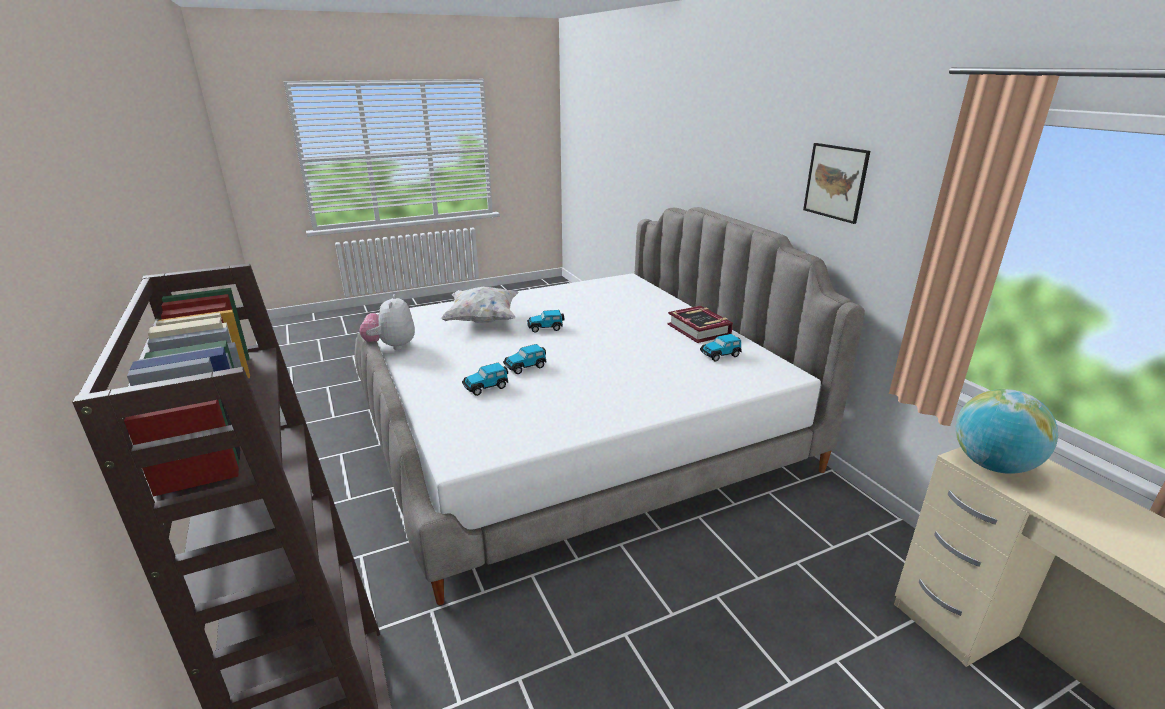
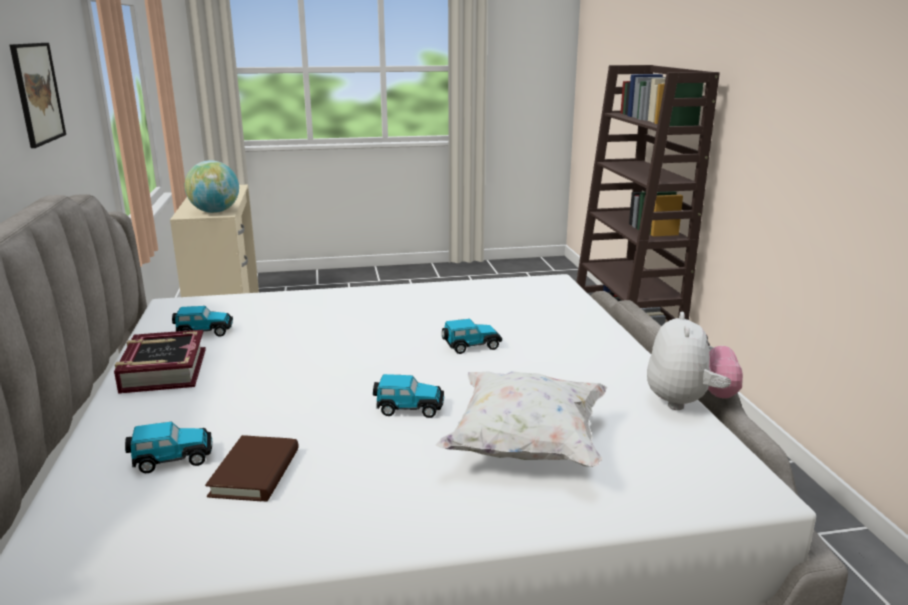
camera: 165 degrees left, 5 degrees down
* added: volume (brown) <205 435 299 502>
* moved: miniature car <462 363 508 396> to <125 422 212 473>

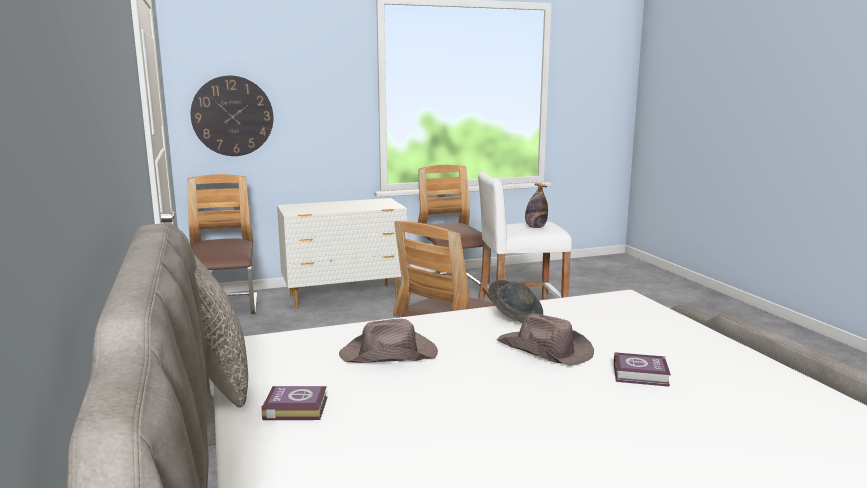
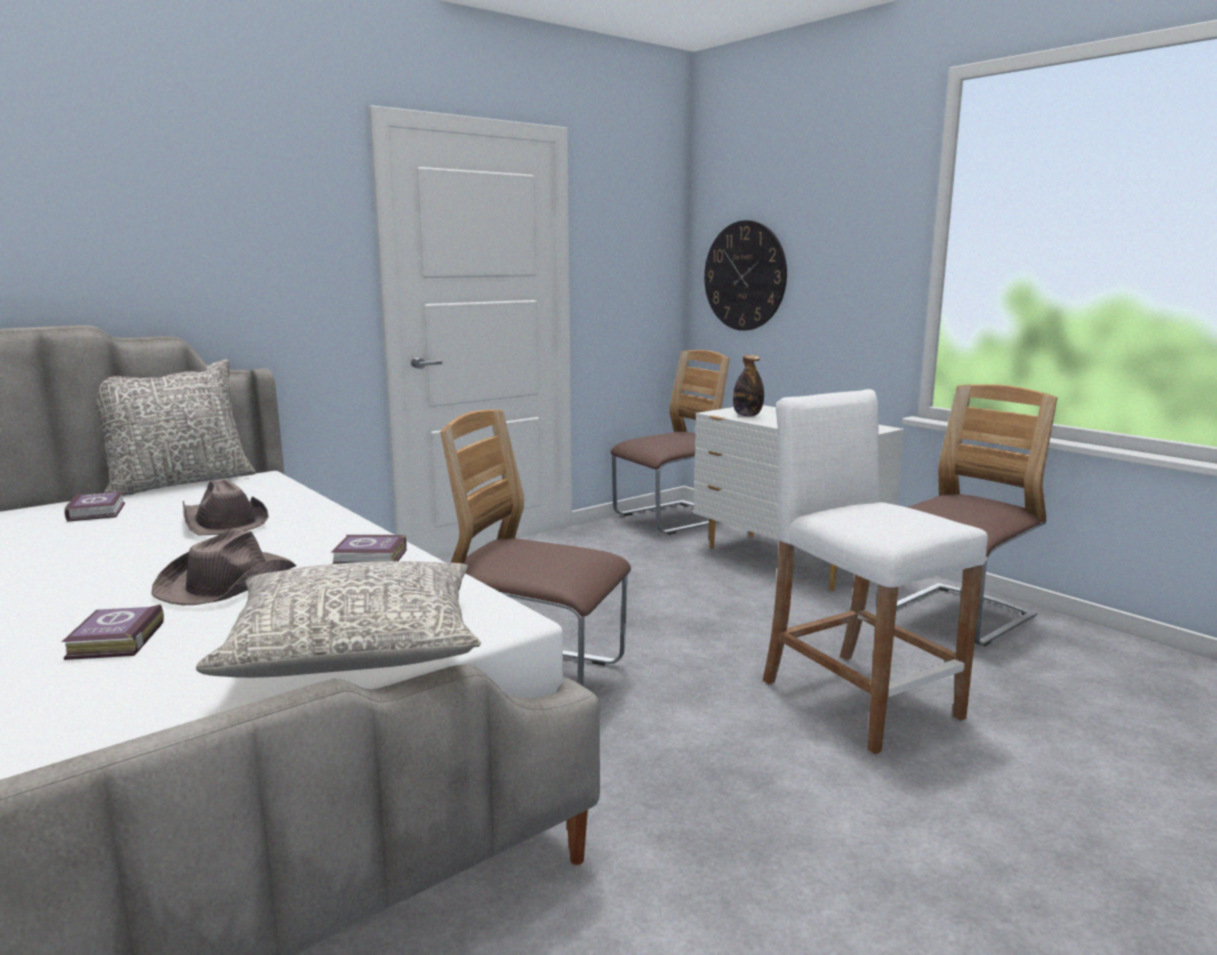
camera: 70 degrees right, 0 degrees up
* added: pillow (gray) <195 561 481 678>
* moved: bottle <525 183 548 228> to <733 355 764 417>
* replaced: hat (gray) <488 280 543 323> to volume <330 535 407 564>

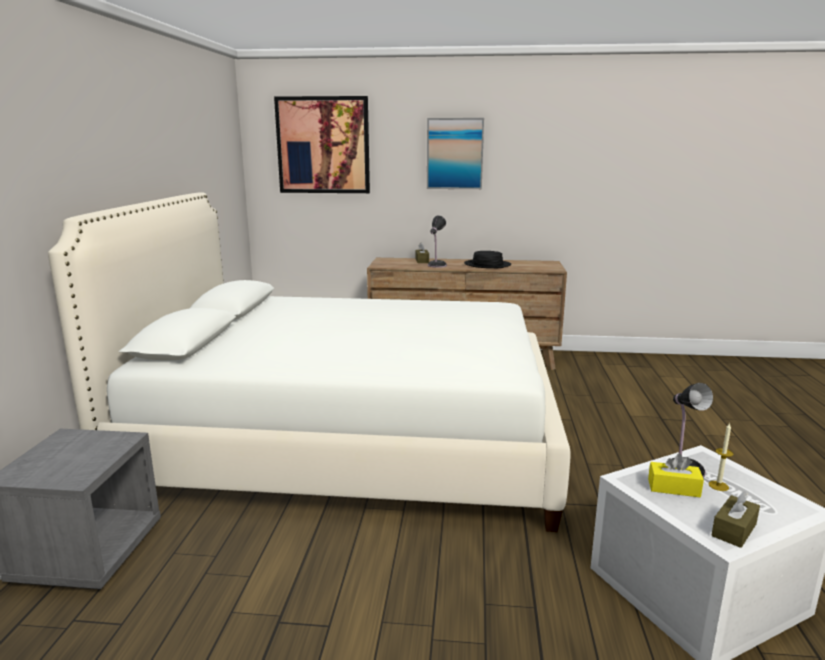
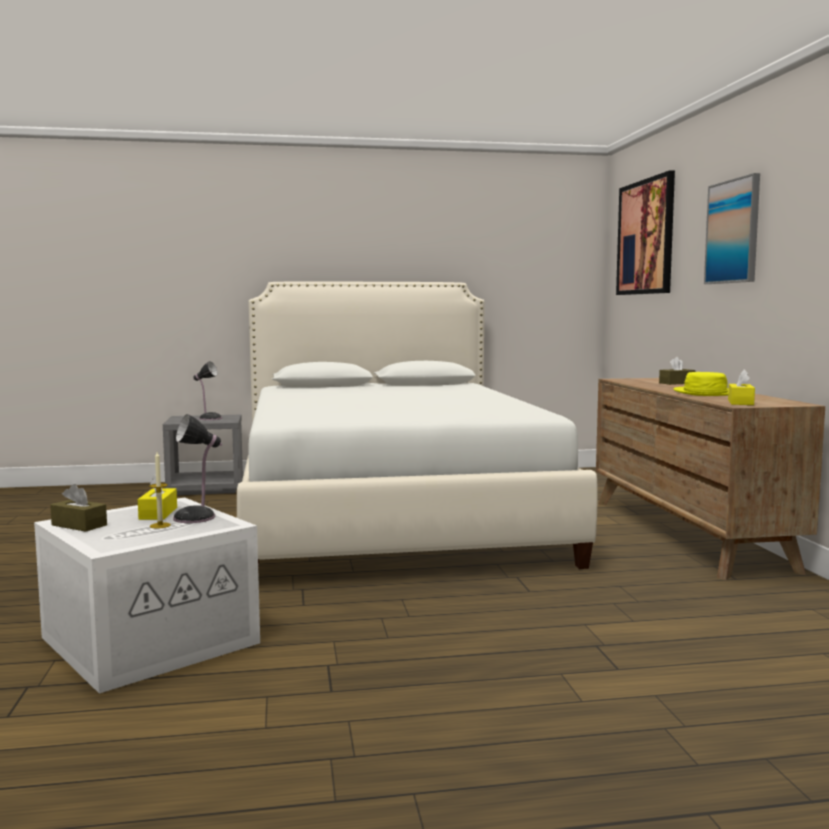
camera: 75 degrees right, 10 degrees down
* added: tissue holder (yellowish) <728 369 755 405>
* moved: lamp for a table <428 215 447 268> to <193 361 222 420>
* recoloured: hat (black) <464 251 511 268> to hat (yellowish) <673 372 729 396>

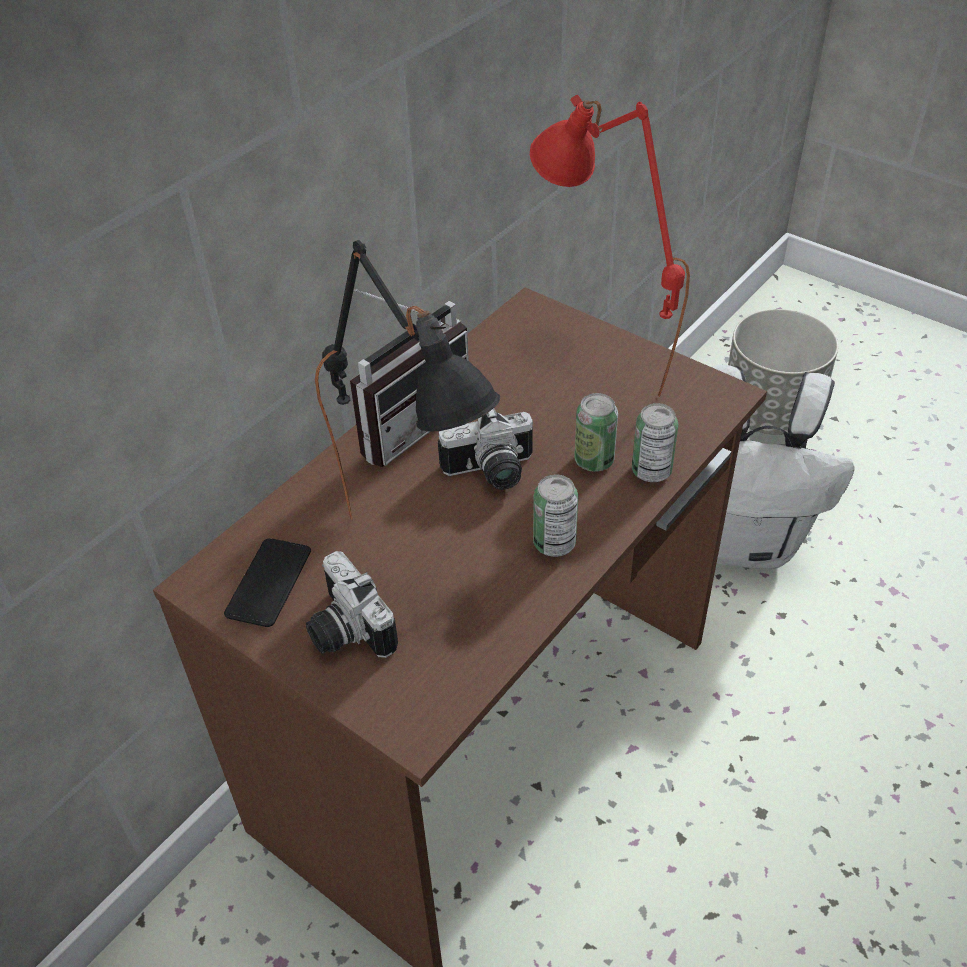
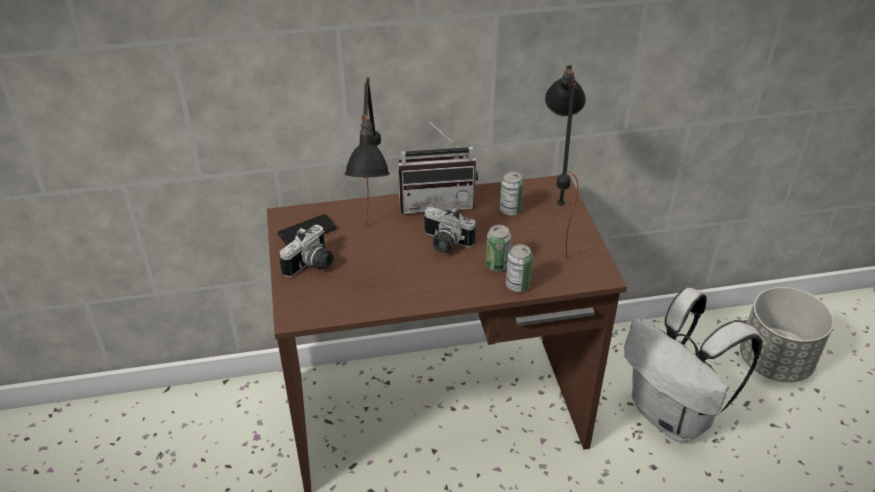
camera: 40 degrees right, 5 degrees down
* moved: can <533 475 578 557> to <499 171 524 216>
* recoloured: lamp for a table (red-coloured) <530 95 690 397> to lamp for a table (black) <545 65 586 258>
* turned: still camera <306 551 398 658> = <280 225 334 277> 150 degrees counterclockwise

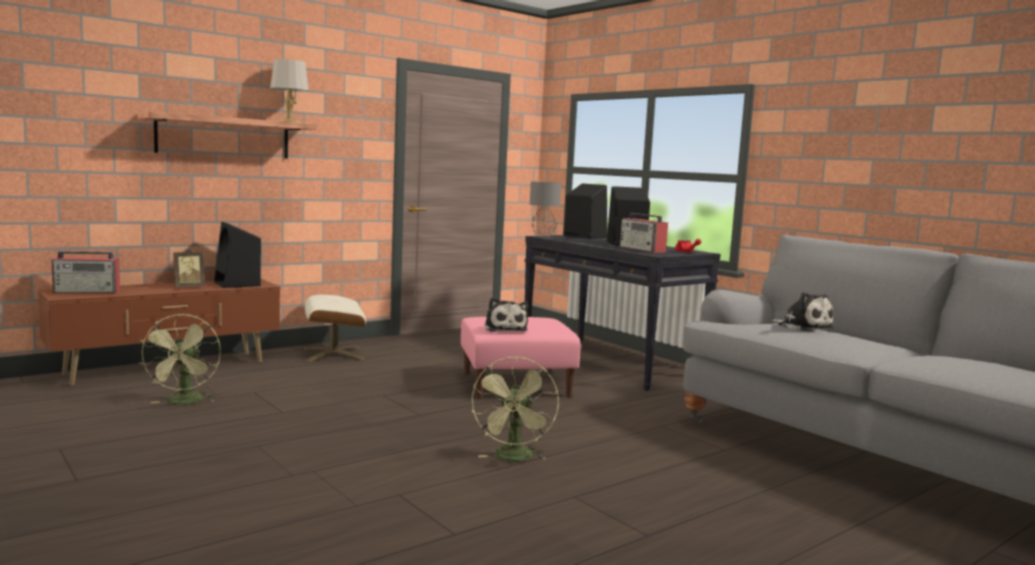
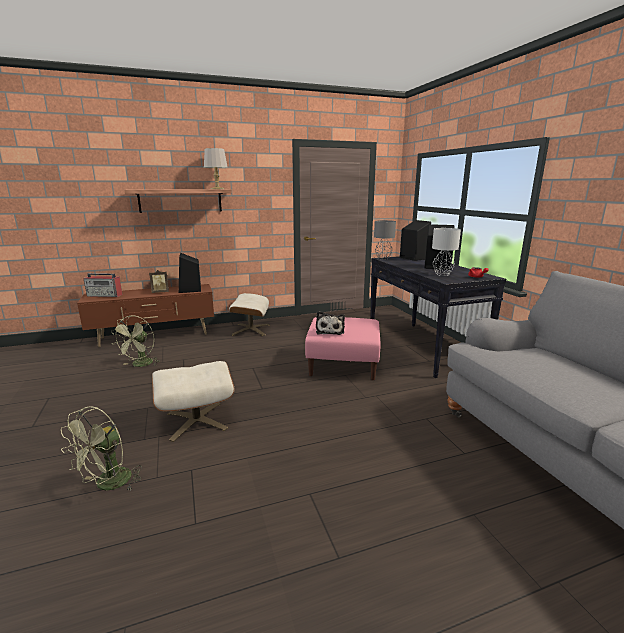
camera: 20 degrees right, 10 degrees up
* removed: plush toy <771 292 834 332>
* added: ottoman (beige-coloured) <152 361 235 442>
* moved: electric fan (greenish) <471 356 559 461> to <61 406 142 491>
* replaced: radio <620 213 668 253> to lamp for a table (gray) <432 228 461 276>

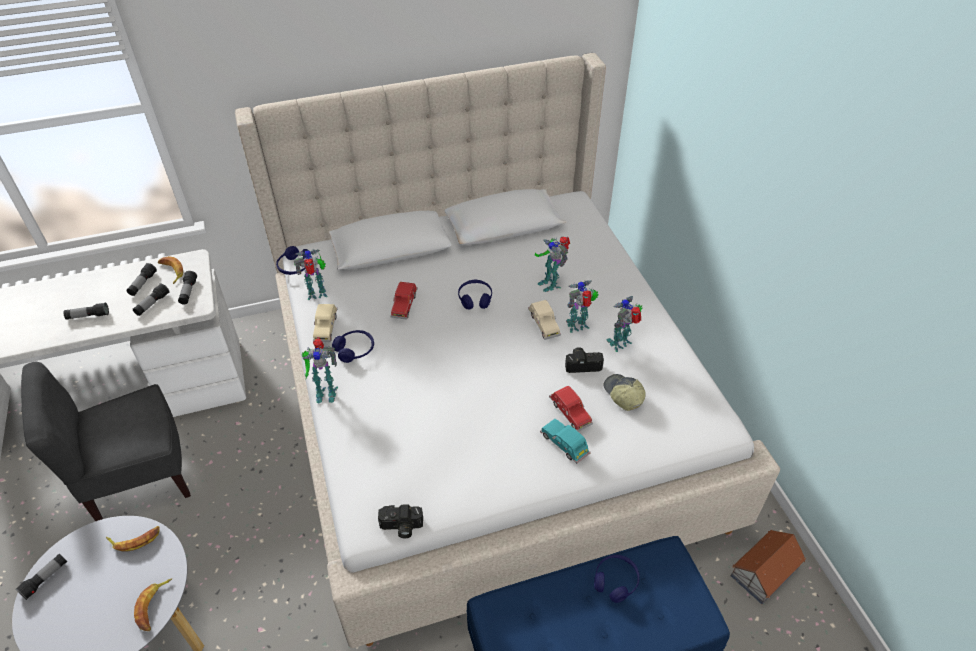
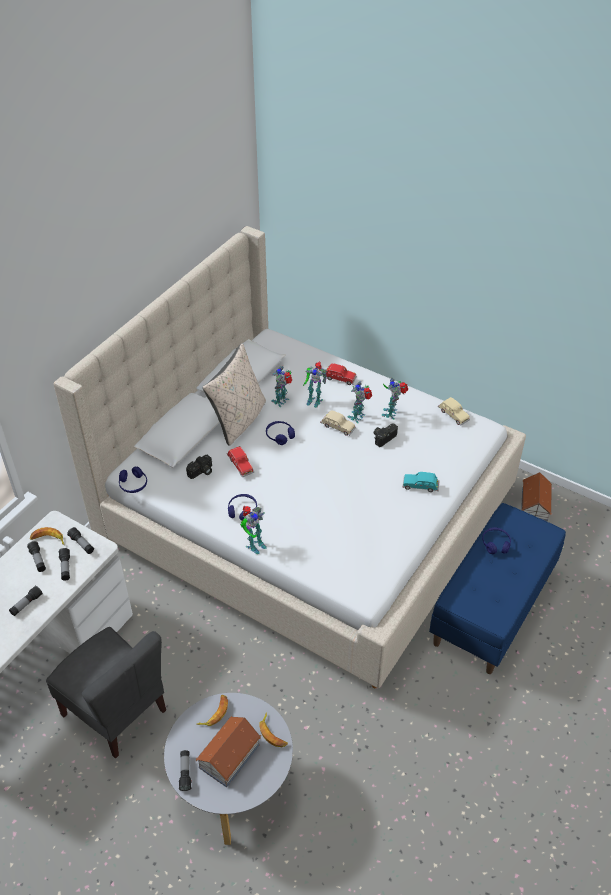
camera: 40 degrees left, 0 degrees up
* removed: cap <604 374 645 411>
* added: model house <196 716 261 787>
* added: pillow (beige-coloured) <203 344 266 446>
* moved: model robot <294 249 328 300> to <271 366 292 407>
* moved: miniature car (beige-coloured) <313 304 337 342> to <438 397 470 426>
* moved: still camera <378 504 423 538> to <186 454 212 479>
* moved: miniature car (red-coloured) <549 386 593 432> to <326 363 357 385>
* turned: upright chair (gray) <21 362 191 521> = <46 627 166 759> 75 degrees counterclockwise

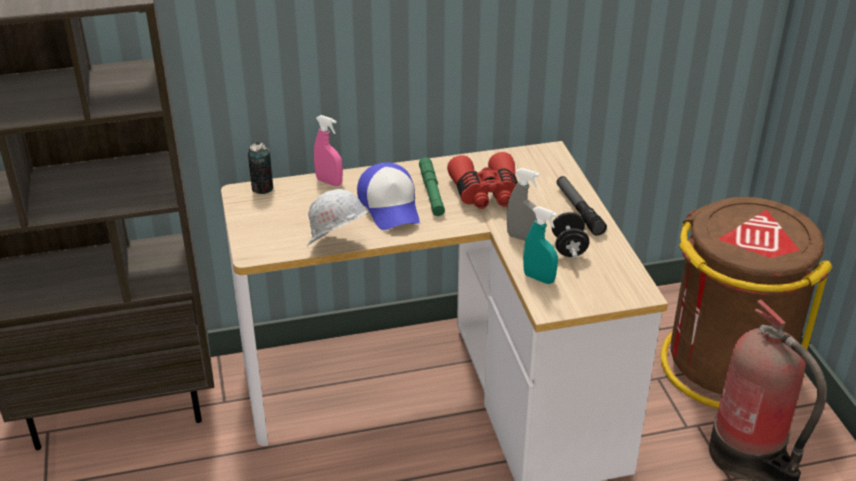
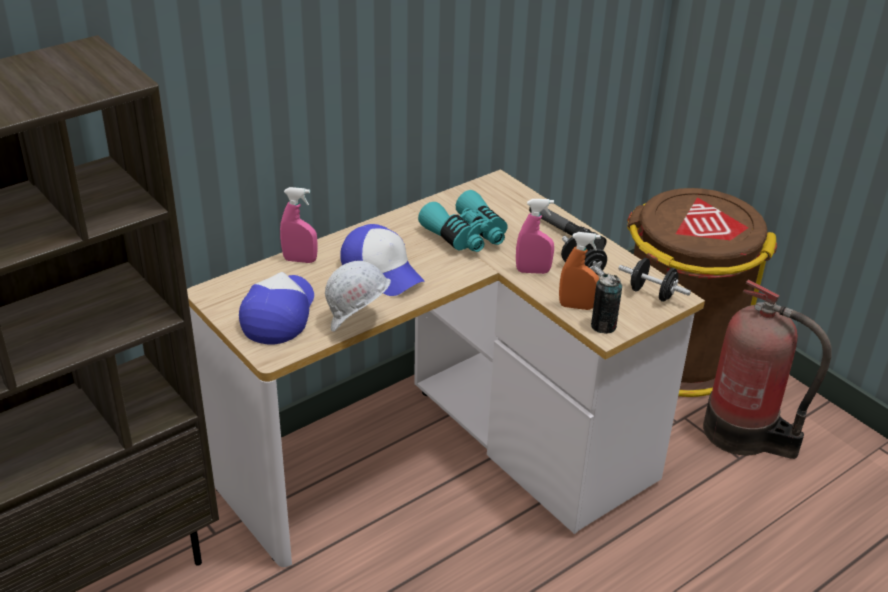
camera: 25 degrees left, 0 degrees up
* removed: hand torch (greenish) <419 158 445 216>
* added: cap <239 272 314 345>
* added: hand weight (black) <618 258 691 302>
* moved: can <248 142 274 194> to <591 274 622 334>
* recoloured: field glasses (red-coloured) <447 152 518 209> to field glasses (turquoise) <418 190 508 252>
* recoloured: spray bottle (gray) <507 168 540 241> to spray bottle (pink-coloured) <516 199 554 274>
* recoloured: spray bottle (turquoise) <523 206 558 284> to spray bottle (orangey) <559 232 601 310>

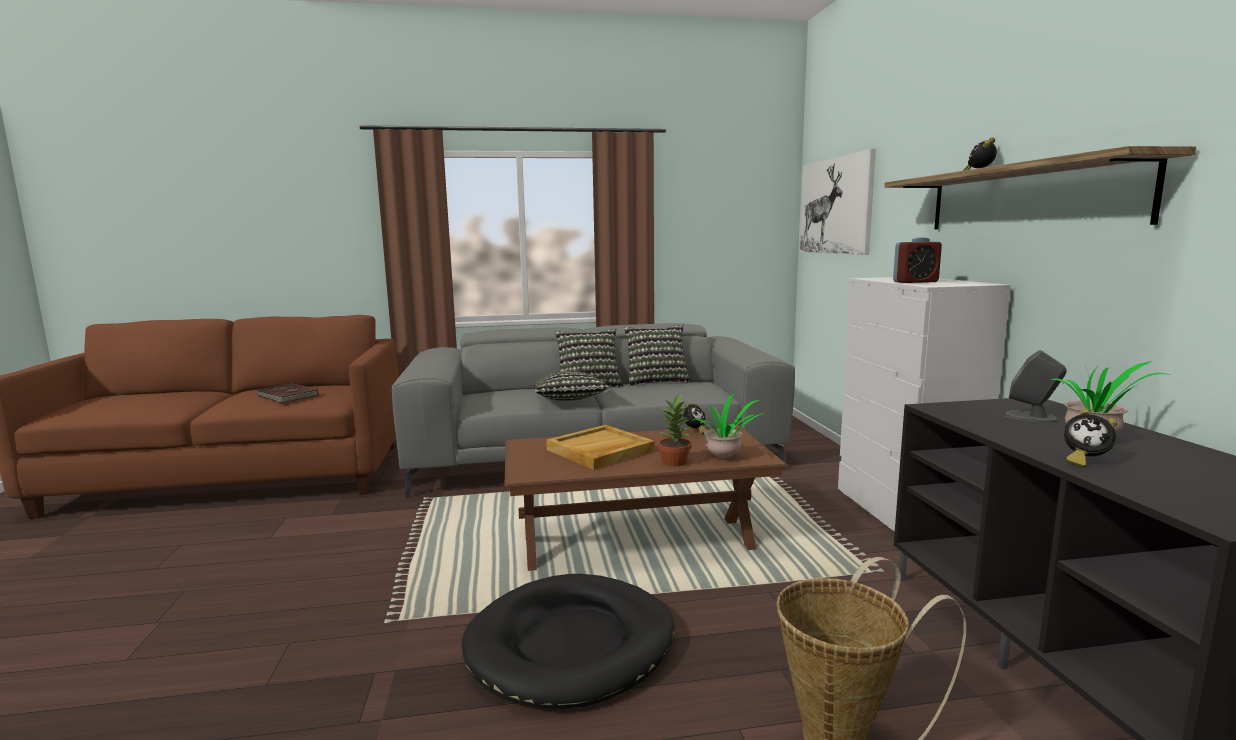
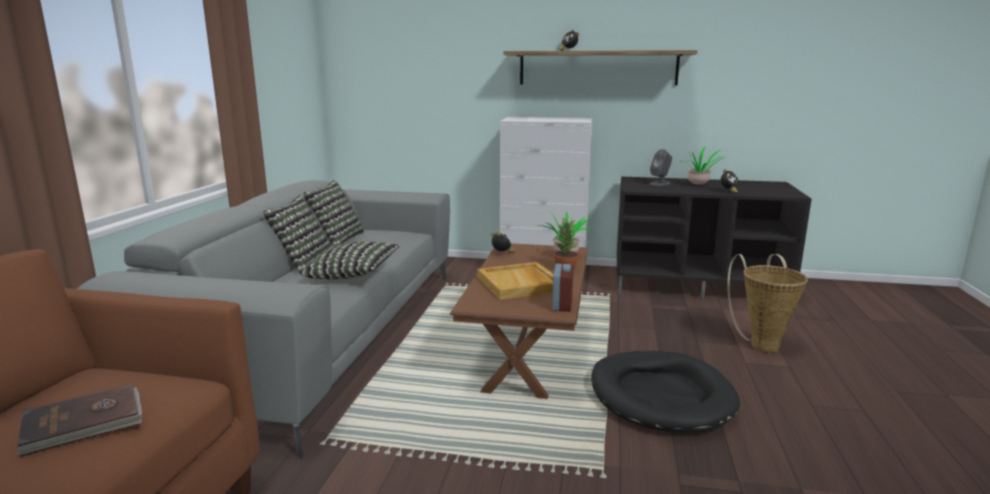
camera: 70 degrees left, 5 degrees up
* removed: wall picture <800 149 876 255>
* moved: bedside clock <893 237 942 283> to <552 264 573 312>

